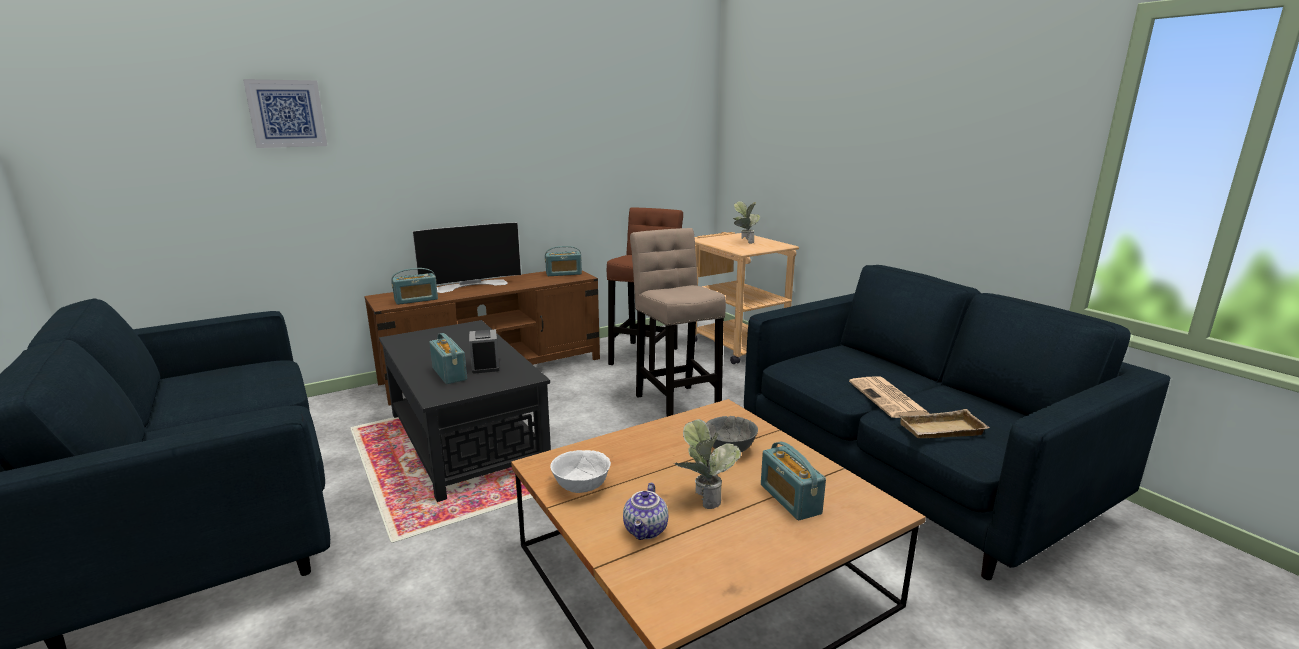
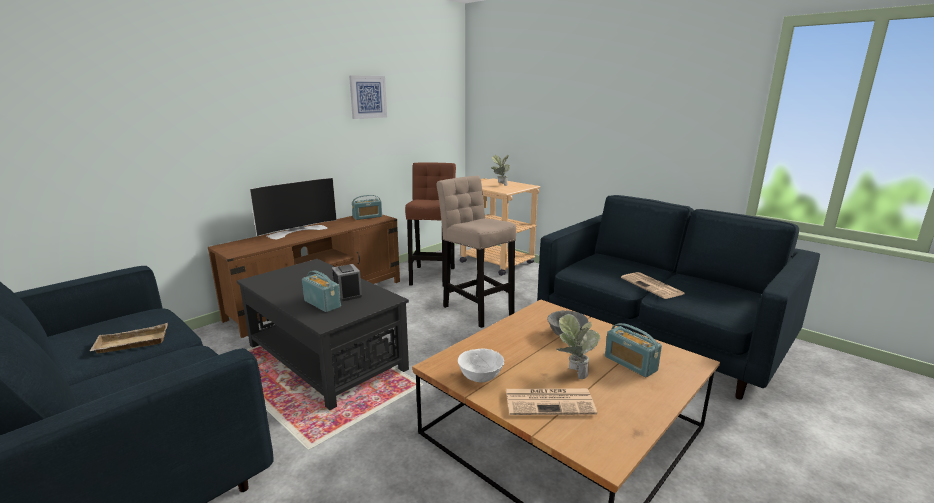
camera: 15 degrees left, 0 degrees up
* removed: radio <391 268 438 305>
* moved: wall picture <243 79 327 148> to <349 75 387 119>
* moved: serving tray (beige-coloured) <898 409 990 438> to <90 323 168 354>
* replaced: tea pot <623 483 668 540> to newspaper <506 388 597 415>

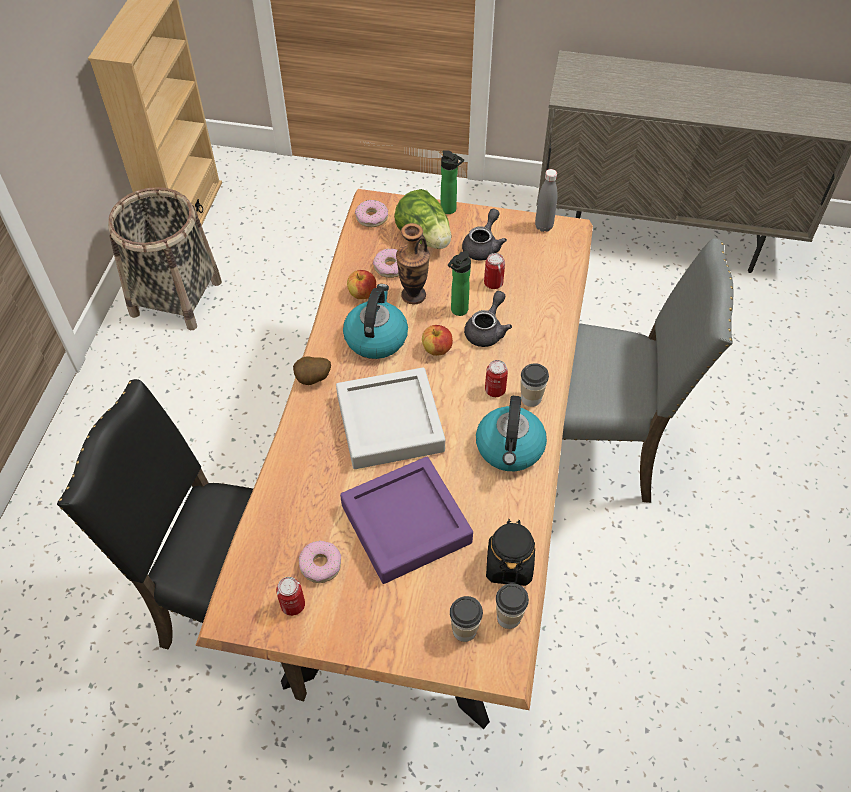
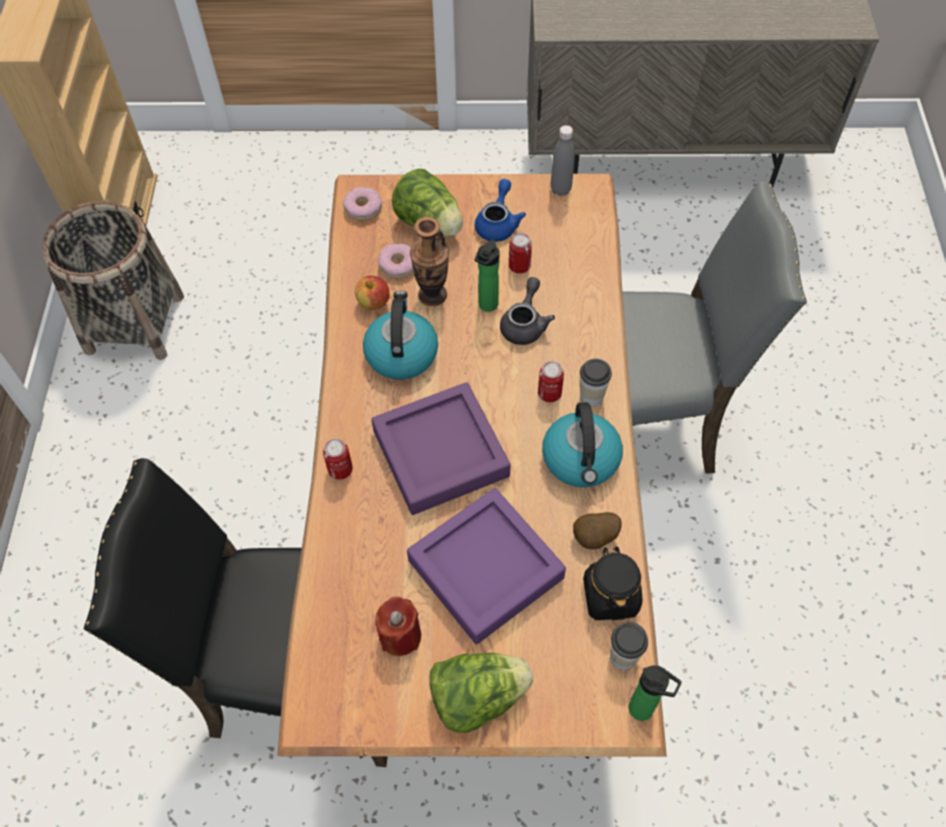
camera: 10 degrees left, 5 degrees up
* removed: whole apple <422 325 453 356>
* removed: drinking cup <450 596 483 642>
* added: lettuce <430 653 533 733>
* moved: can <276 577 305 616> to <323 439 353 480>
* moved: whole potato <293 357 331 385> to <573 512 622 549>
* moved: bottle <440 150 464 214> to <629 665 682 721>
* replaced: doughnut <299 541 341 583> to wax candle (red-coloured) <375 597 421 656>
* recoloured: serving tray (gray) <336 368 445 469> to serving tray (purplish) <371 382 511 515>
* recoloured: tea pot (gray) <462 209 507 261> to tea pot (bluish) <475 179 526 242>

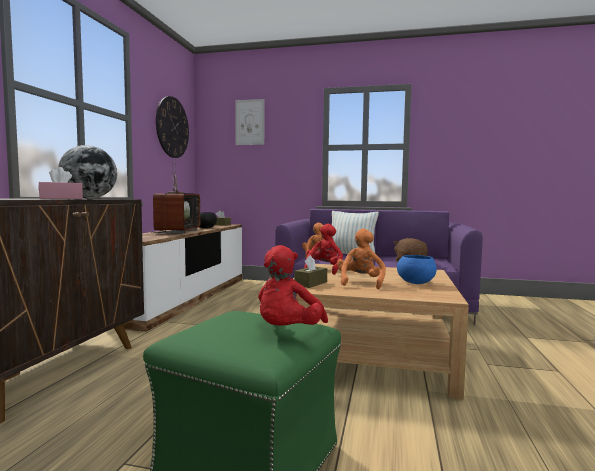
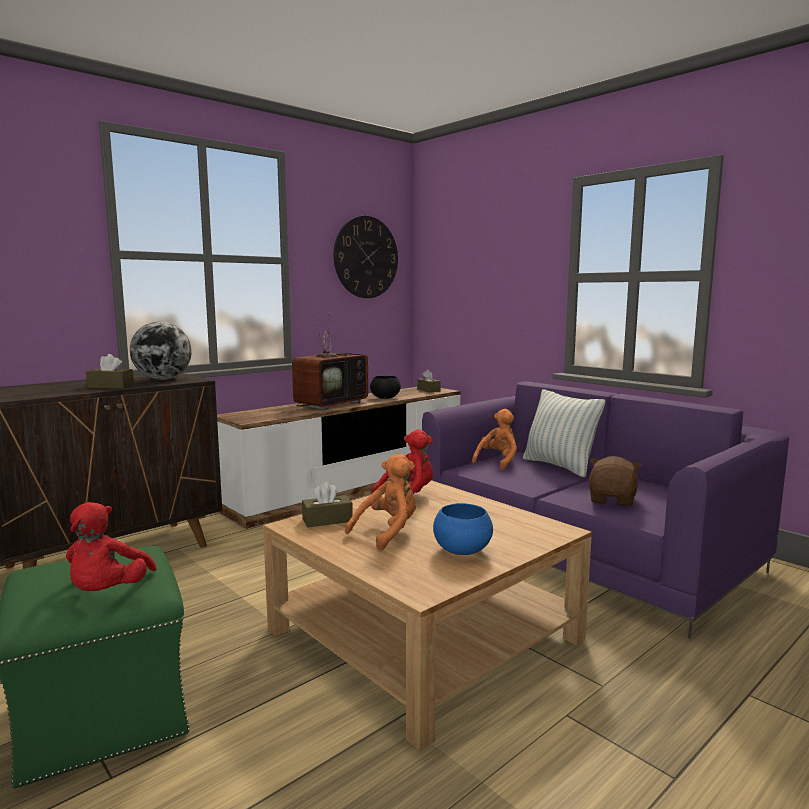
camera: 35 degrees right, 5 degrees up
* removed: wall picture <235 99 265 145>
* recoloured: tissue holder (pink-coloured) <39 167 83 199> to tissue holder (brown) <86 354 134 388>
* turned: plush toy (red-coloured) <258 245 328 326> = <66 502 157 591> 60 degrees counterclockwise

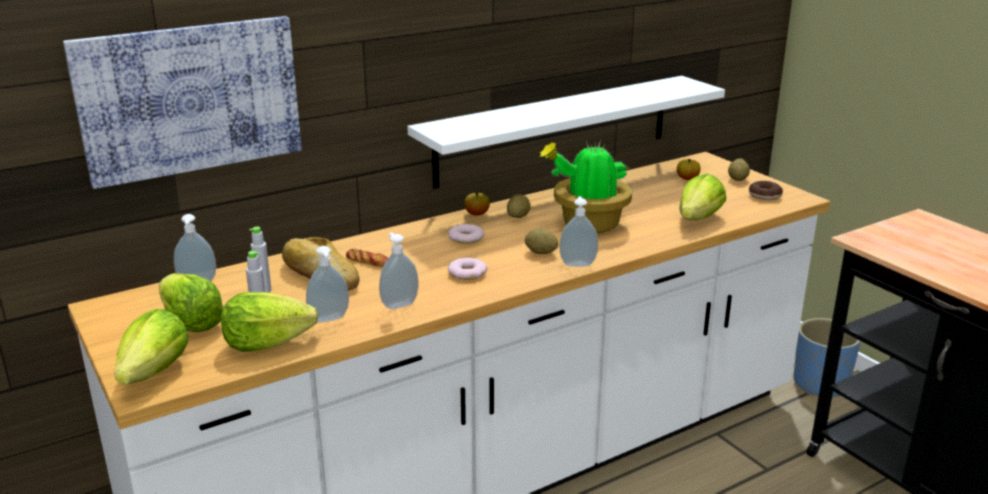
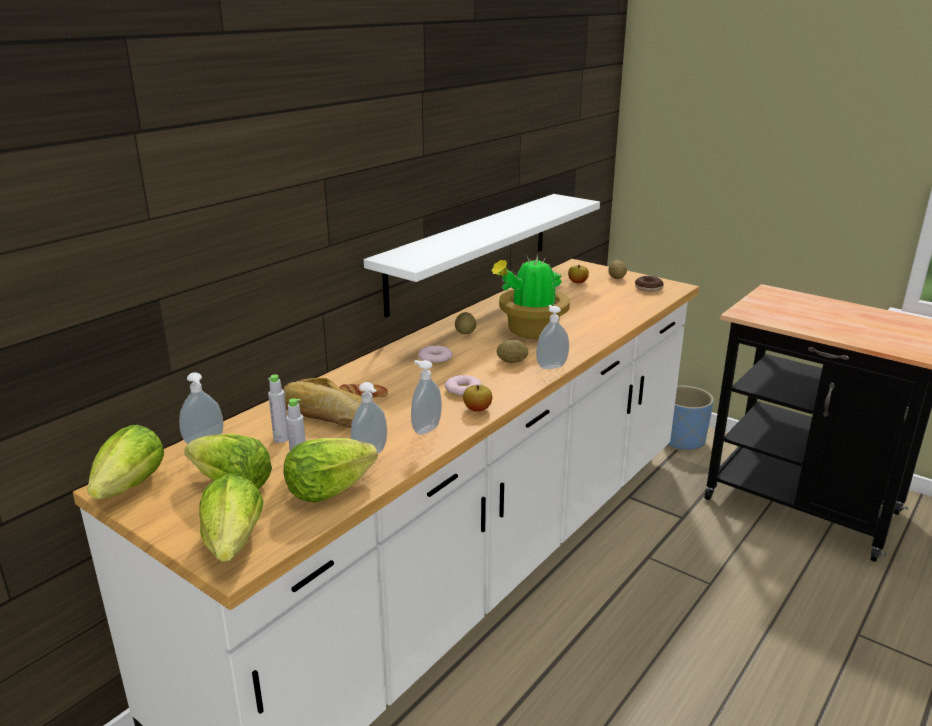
camera: 20 degrees left, 0 degrees up
* removed: wall picture <63 16 301 189>
* moved: whole apple <464 192 490 215> to <463 385 492 412>
* moved: lettuce <679 174 726 221> to <87 425 164 499>

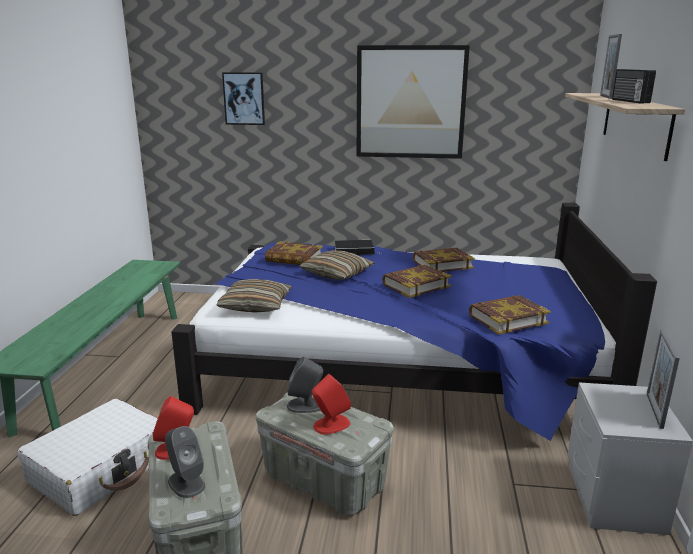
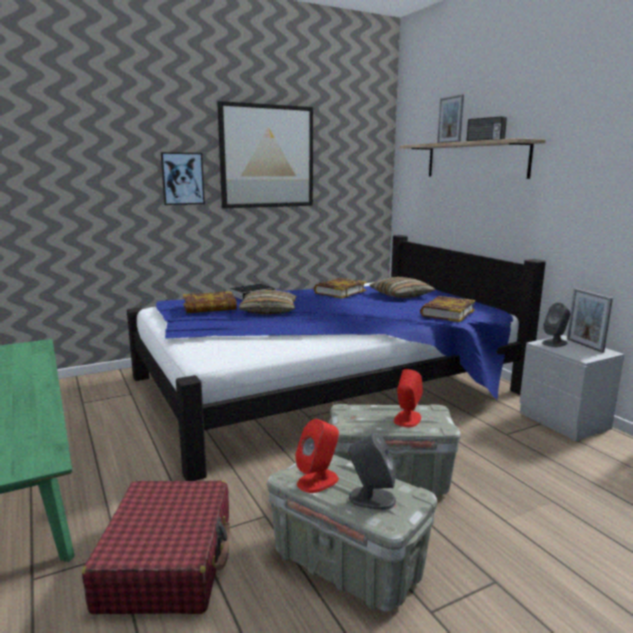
camera: 35 degrees left, 5 degrees down
* removed: volume <382 265 452 298>
* moved: pillow <217 279 292 313> to <369 277 436 298>
* moved: wall picture <222 72 265 125> to <161 152 205 205>
* moved: audio speaker (gray) <287 356 323 413> to <542 302 570 347>
* recoloured: travel case (white-coloured) <17 399 157 516> to travel case (red-coloured) <82 480 229 614>

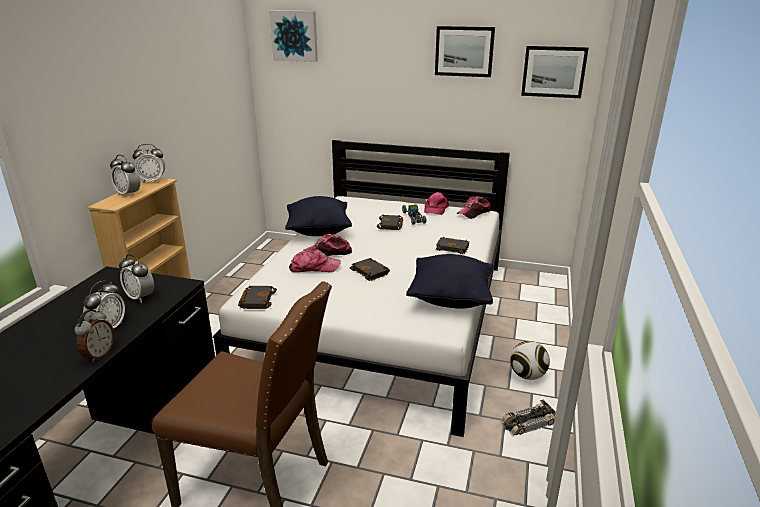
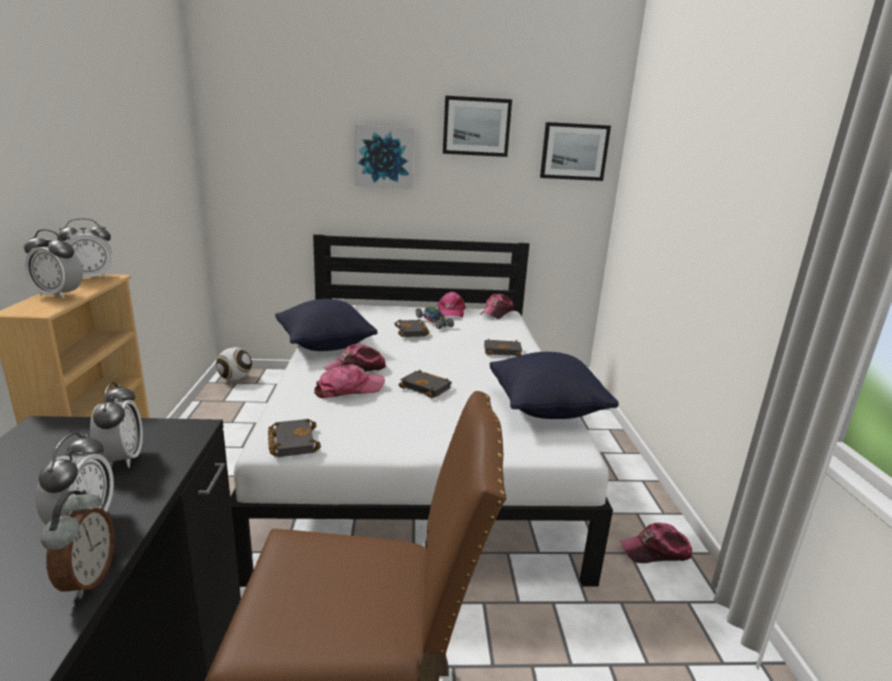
camera: 20 degrees left, 5 degrees down
* moved: wall picture <269 11 318 62> to <355 125 414 189>
* moved: football ball <510 341 550 380> to <216 347 252 381>
* replaced: miniature car <500 399 556 436> to cap <619 523 692 563>
* turned: bedside clock <119 254 154 303> = <90 382 143 468> 120 degrees counterclockwise

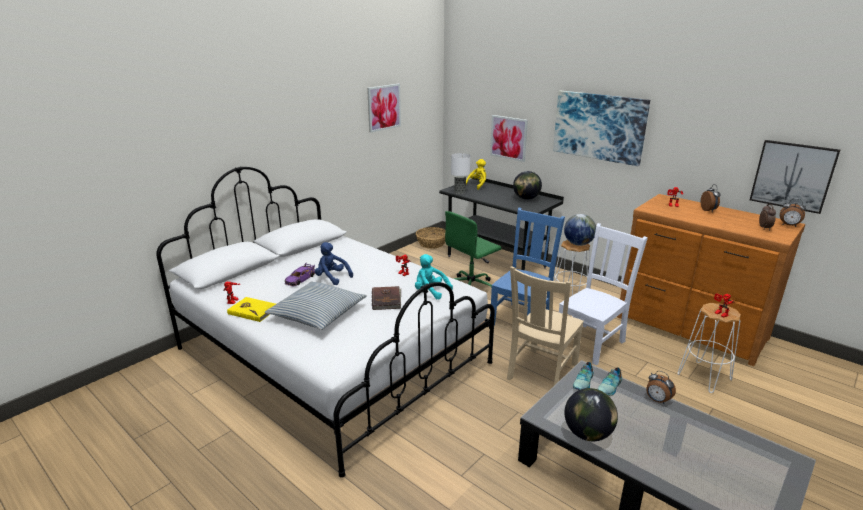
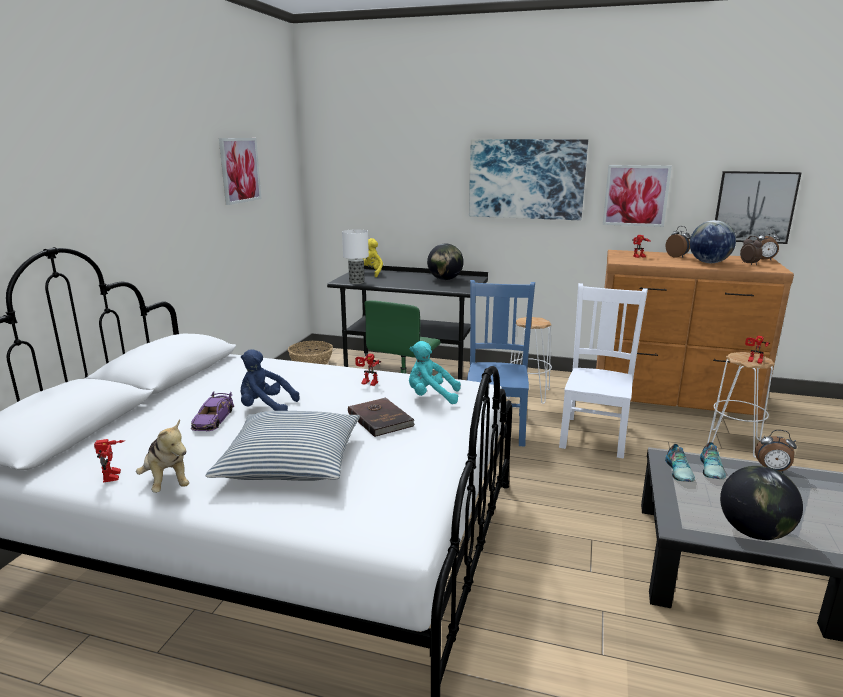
camera: 25 degrees left, 5 degrees down
* removed: upright chair (beige-coloured) <507 266 584 385>
* moved: wall picture <490 115 528 162> to <603 165 672 227>
* moved: world globe <564 214 596 246> to <690 220 736 263>
* replaced: volume (yellowish) <227 297 276 322> to plush toy <136 419 189 493>

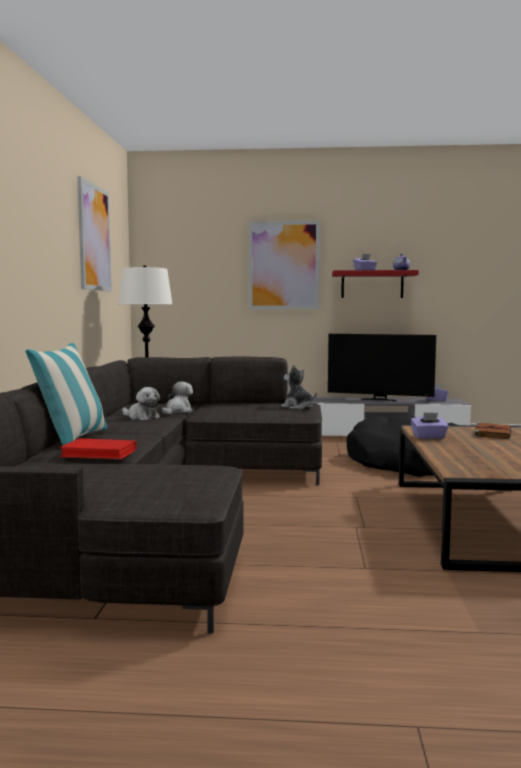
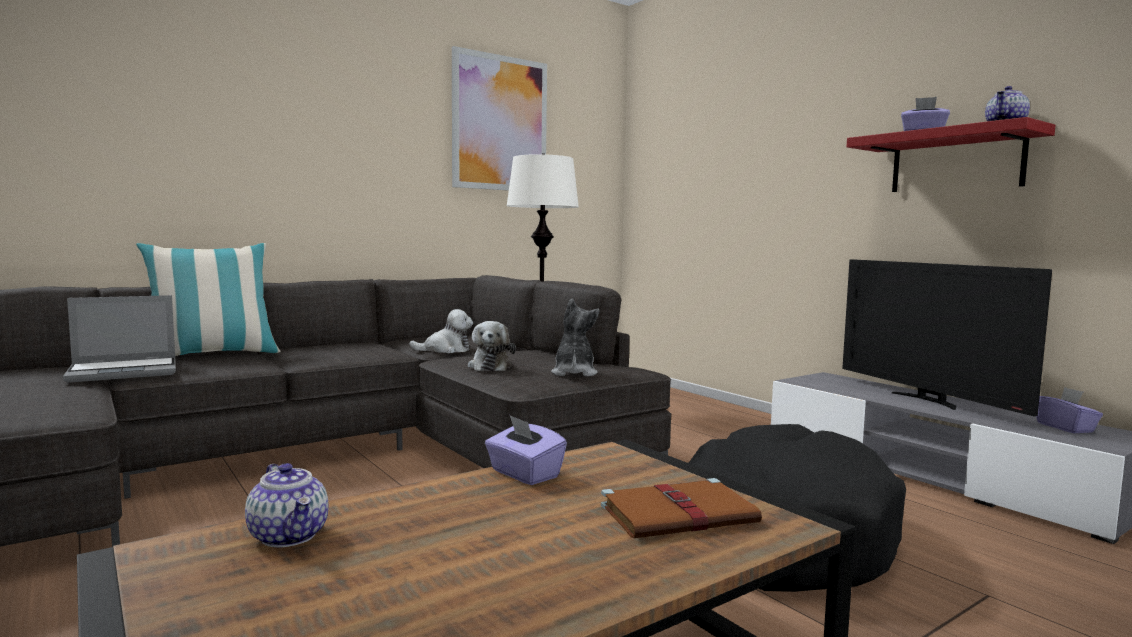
camera: 50 degrees right, 0 degrees up
* removed: wall picture <248 220 320 309>
* added: tea pot <245 463 329 547>
* moved: plush toy <122 387 160 420> to <468 321 516 371>
* replaced: volume (red-coloured) <60 438 137 460> to notebook computer <63 295 176 383>

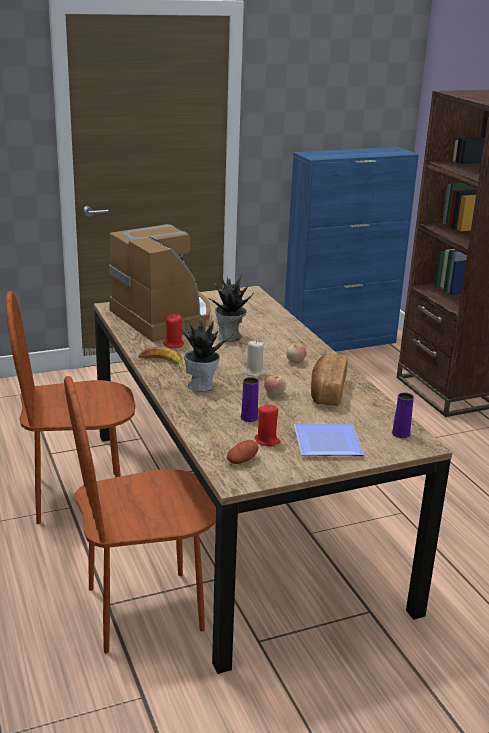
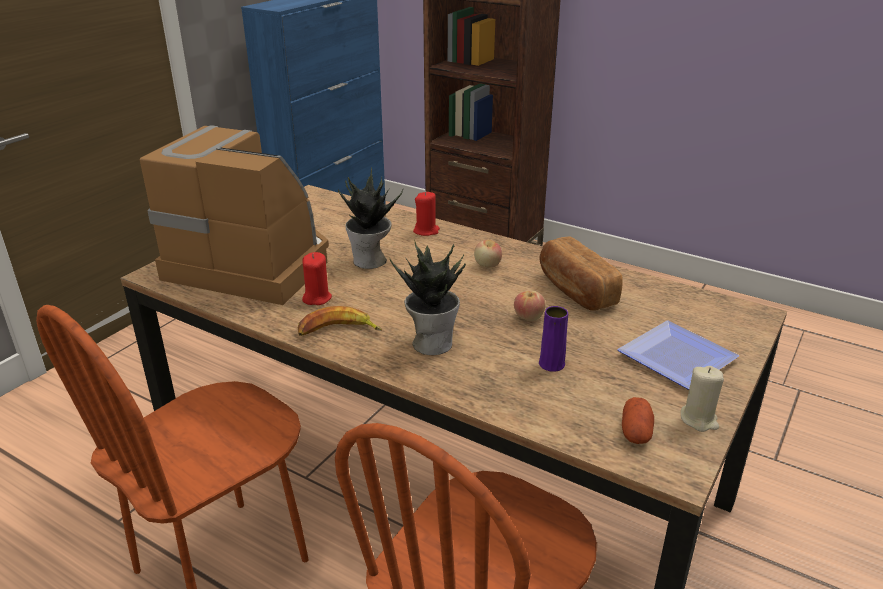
camera: 35 degrees left, 5 degrees up
* removed: decorative vase (purplish) <392 392 414 438>
* moved: wax candle (beige-coloured) <245 340 265 378> to <681 366 724 432>
* moved: wax candle (red-coloured) <255 404 280 447> to <413 192 440 236>

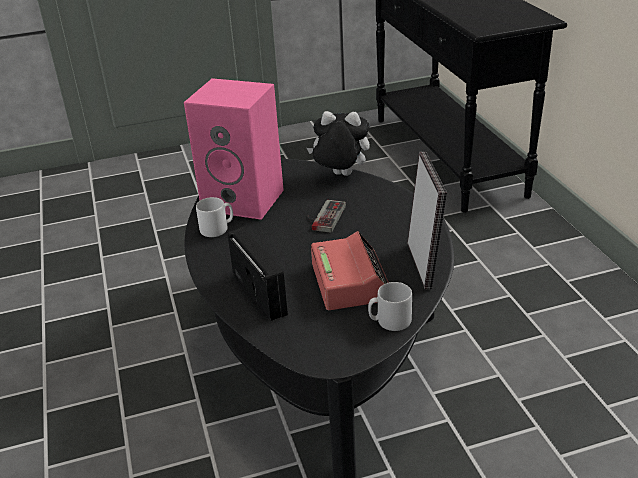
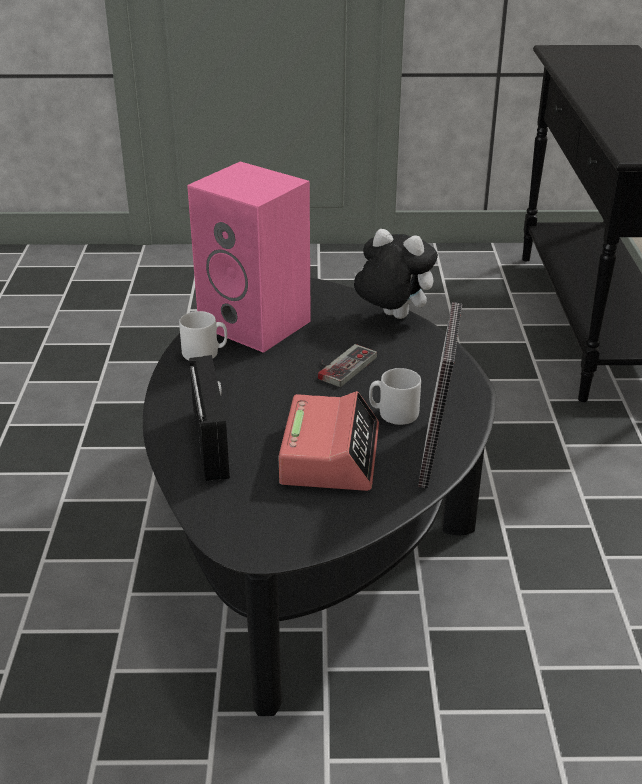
camera: 15 degrees right, 0 degrees up
* moved: mug (gray) <368 282 412 331> to <369 368 421 425>

